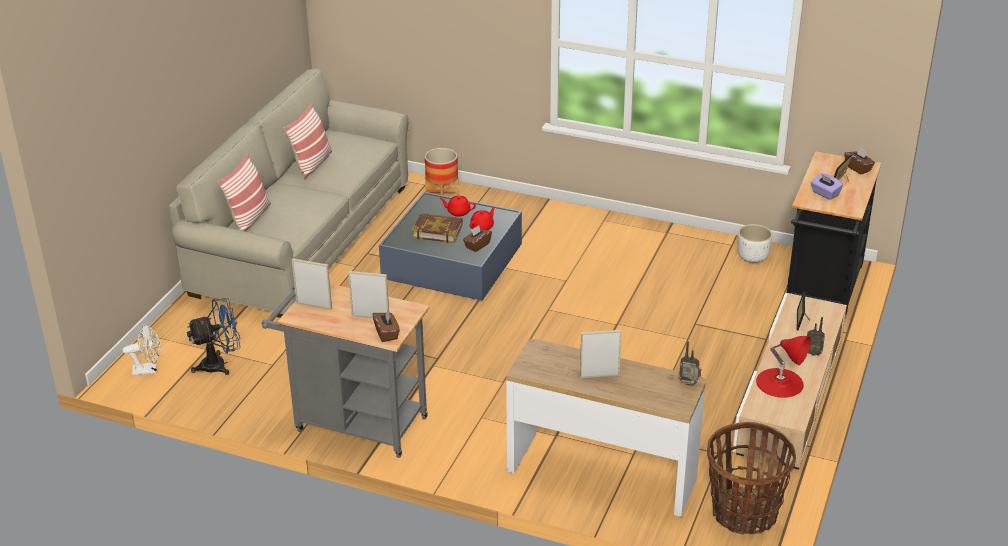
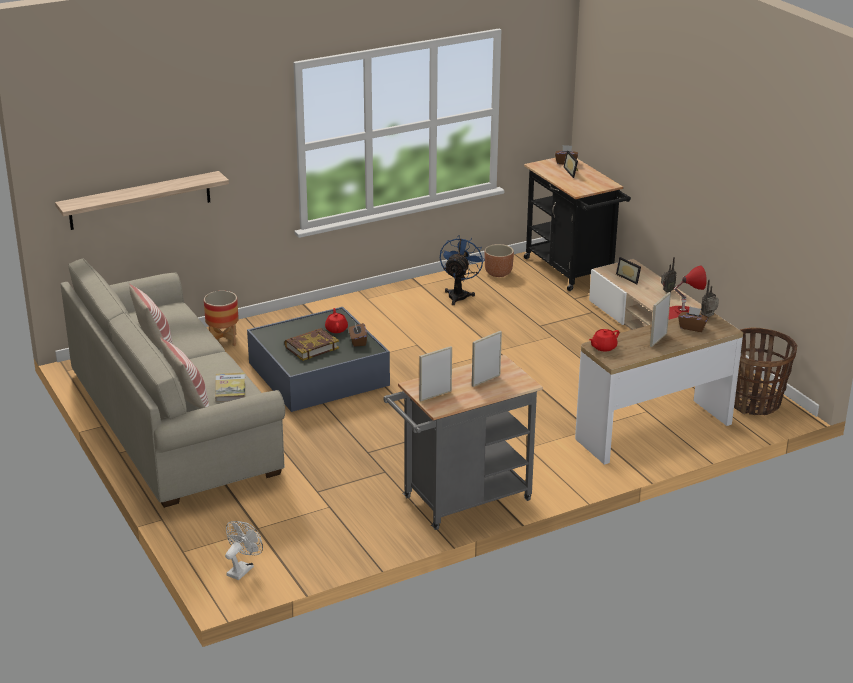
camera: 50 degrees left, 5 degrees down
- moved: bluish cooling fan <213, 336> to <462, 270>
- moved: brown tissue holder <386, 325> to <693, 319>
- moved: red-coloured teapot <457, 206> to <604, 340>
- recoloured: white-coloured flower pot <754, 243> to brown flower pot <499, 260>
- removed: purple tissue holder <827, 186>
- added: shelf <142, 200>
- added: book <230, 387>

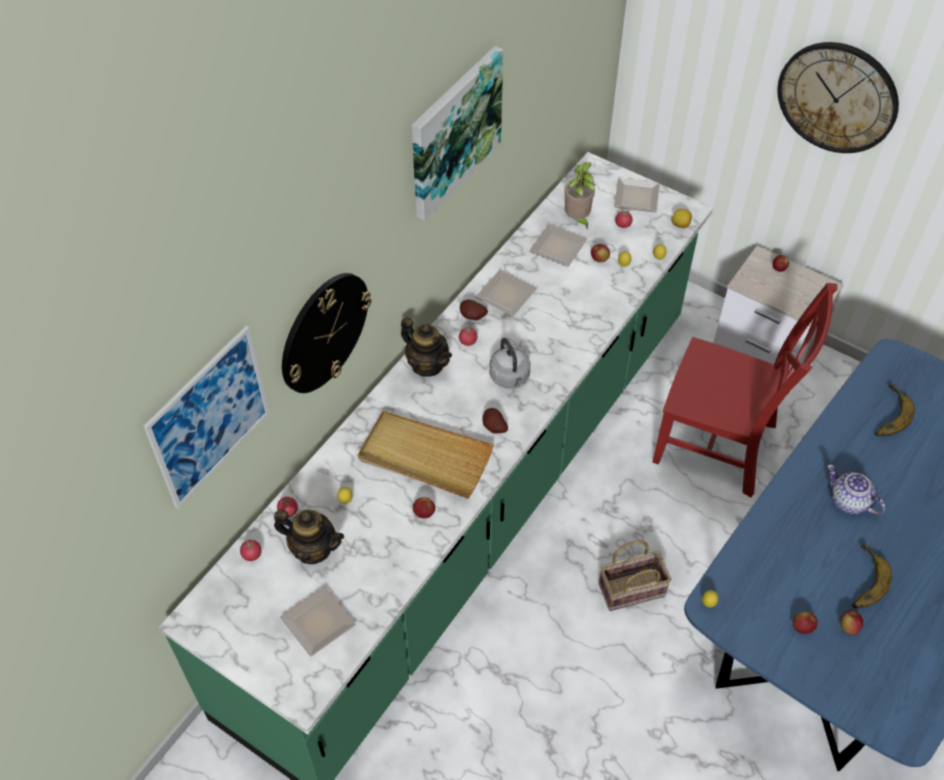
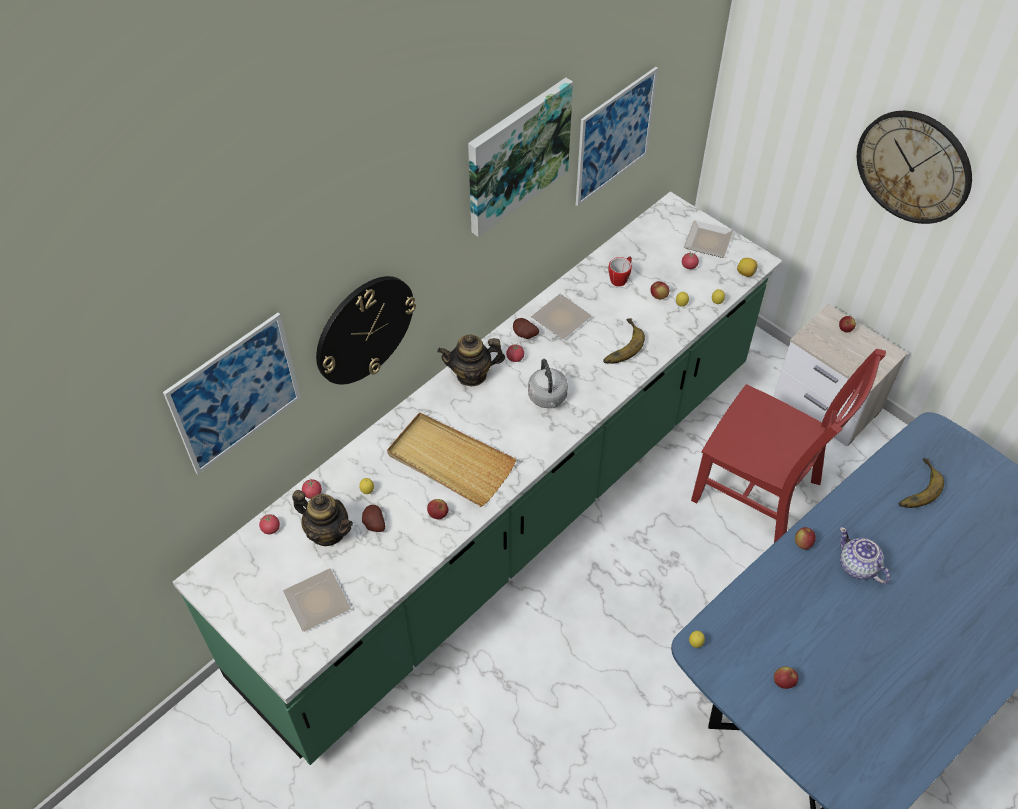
camera: 10 degrees right, 0 degrees up
- turned: teapot <426, 347> = <471, 361> 120 degrees clockwise
- moved: potato <495, 420> to <373, 518>
- replaced: flat dish <558, 245> to tea mug <620, 272>
- removed: plant in a pot <580, 195>
- removed: storage basket <635, 575>
- moved: whole apple <851, 622> to <805, 538>
- moved: banana <872, 576> to <624, 341>
- added: wall picture <617, 136>

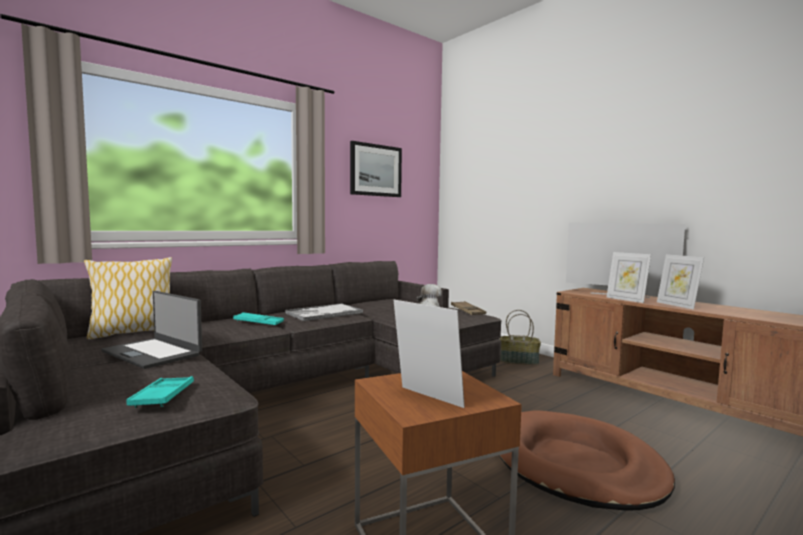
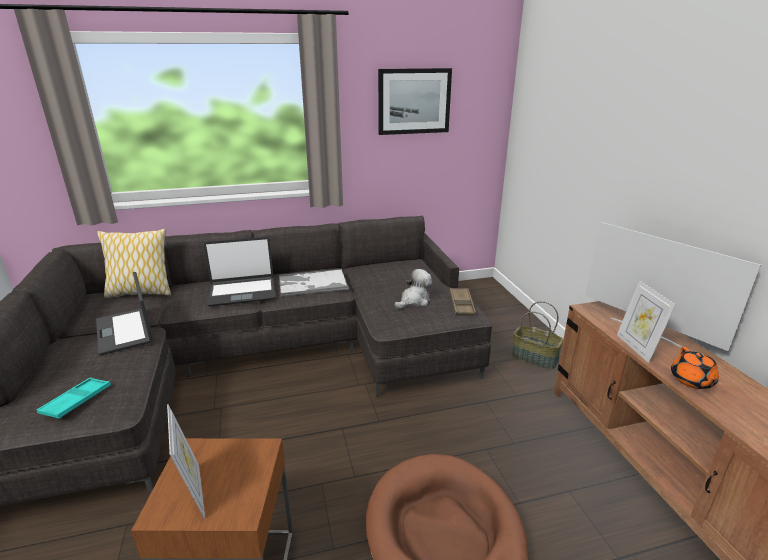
camera: 25 degrees right, 20 degrees up
- replaced: turquoise-coloured serving tray <258, 318> to notebook computer <240, 272>
- replaced: photo frame <680, 282> to orange-coloured teapot <695, 368>

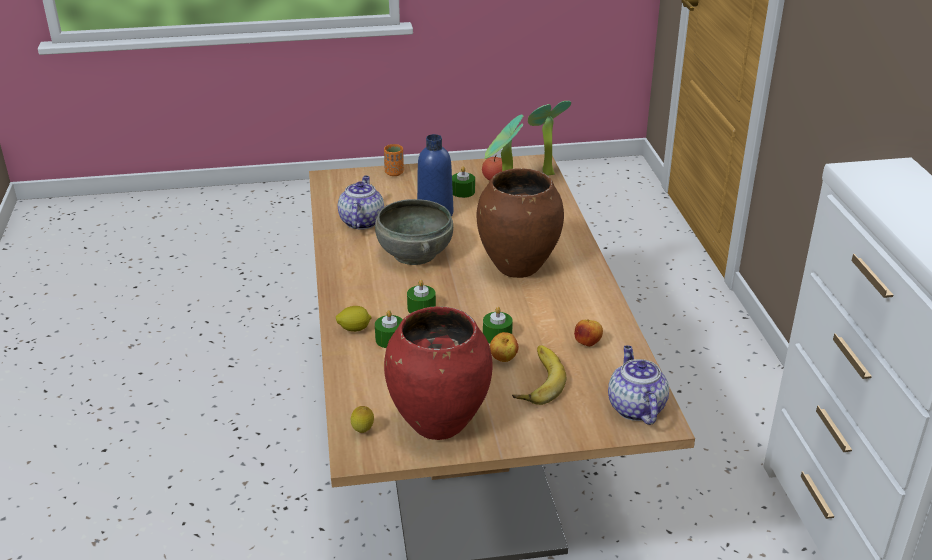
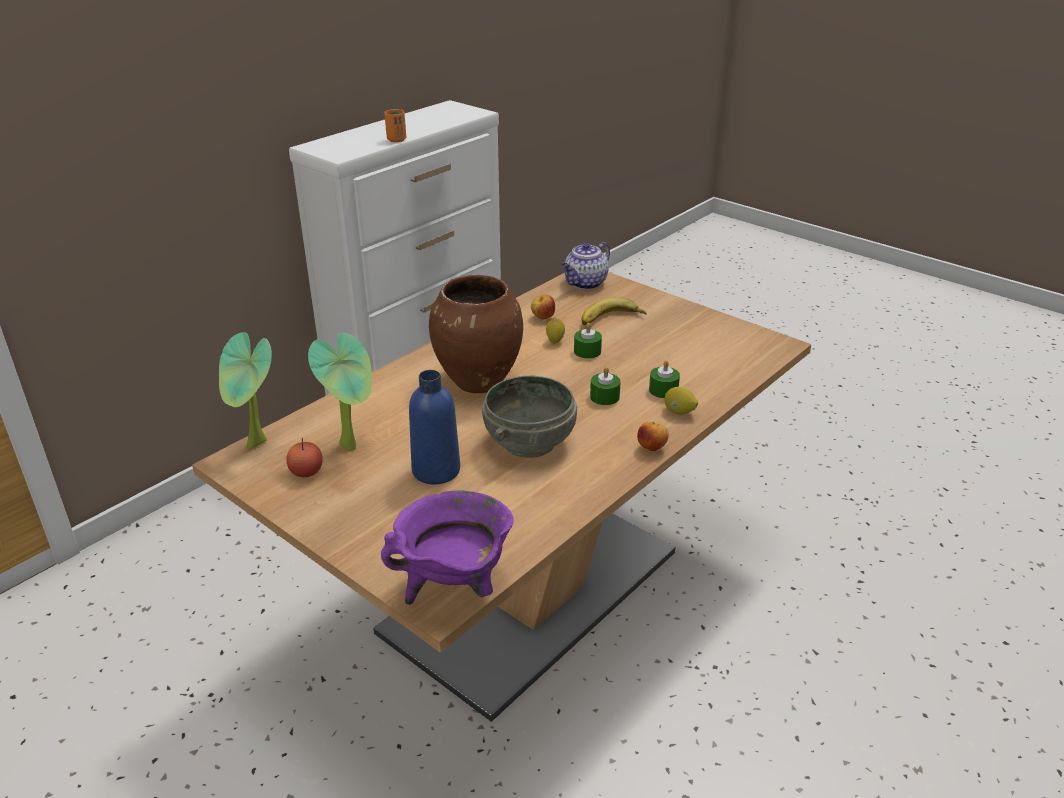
camera: 130 degrees left, 0 degrees up
- removed: teapot <361, 202>
- moved: lemon <362, 419> to <555, 330>
- moved: orange-coloured small cup <394, 160> to <395, 125>
- removed: red-coloured flower vase <438, 373>
- removed: greenish wax light <463, 182>
- moved: whole apple <504, 347> to <653, 436>
- added: purple cooking pot <447, 548>

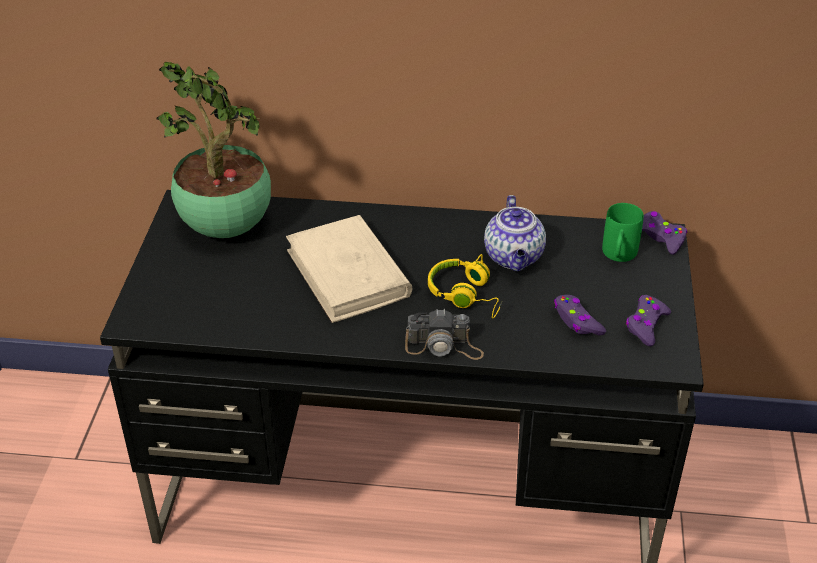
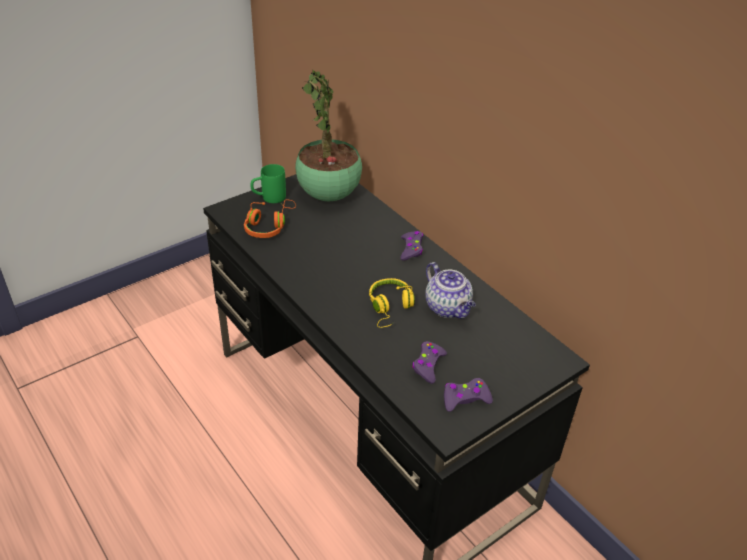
camera: 45 degrees right, 0 degrees up
- removed: beige book <349, 269>
- removed: photo camera <444, 334>
- turned: teapot <515, 233> = <450, 290> 75 degrees counterclockwise
- moved: greenish tea mug <623, 232> to <268, 183>
- moved: purple joypad <664, 233> to <411, 246>
- added: orange-coloured headset <270, 219>

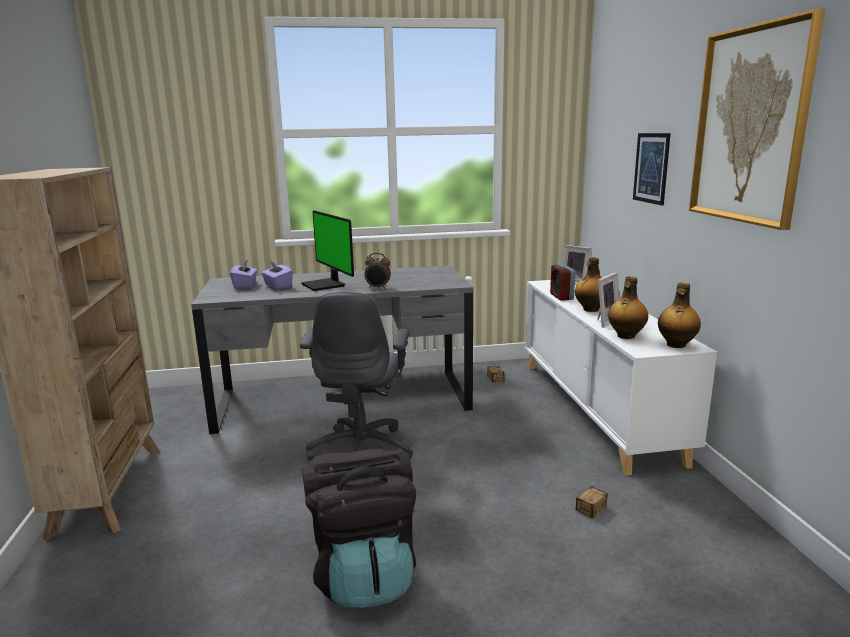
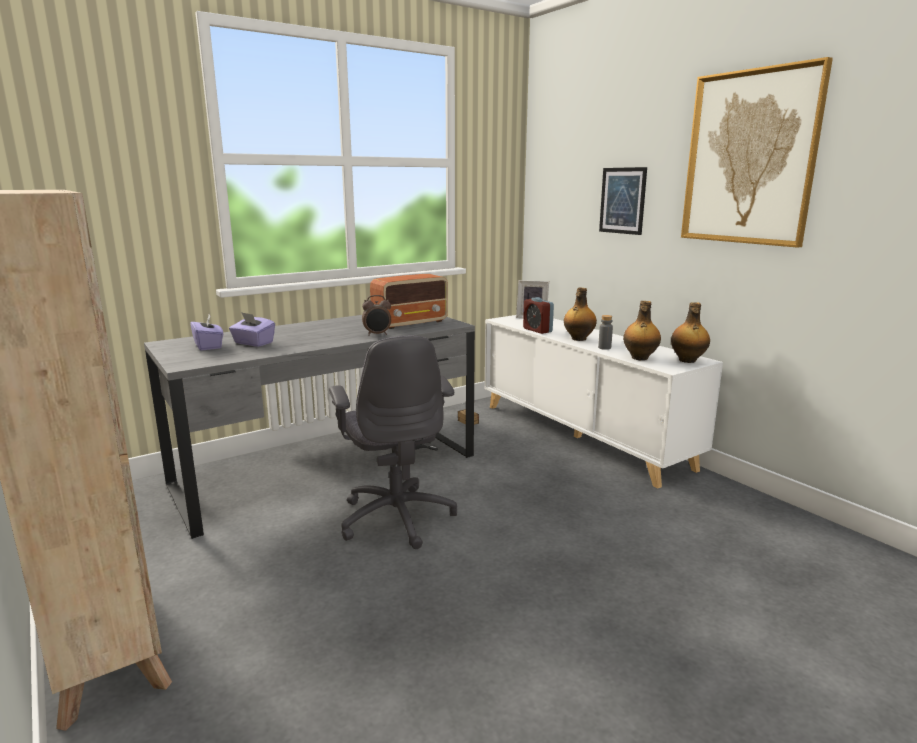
camera: 25 degrees left, 0 degrees up
- removed: computer screen <327, 250>
- removed: blackish rucksack <359, 528>
- removed: storage container <590, 502>
- replaced: photo frame <608, 300> to greyish drink bottle <605, 332>
- added: radio receiver <409, 301>

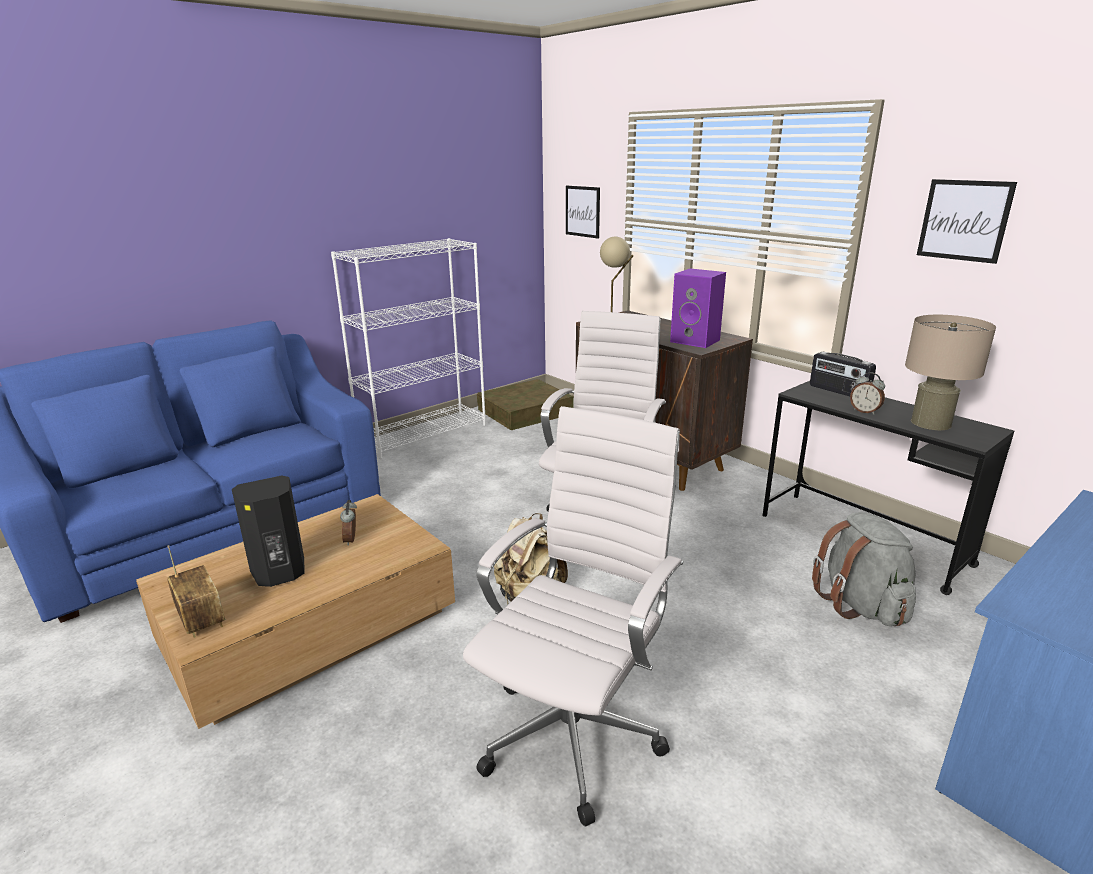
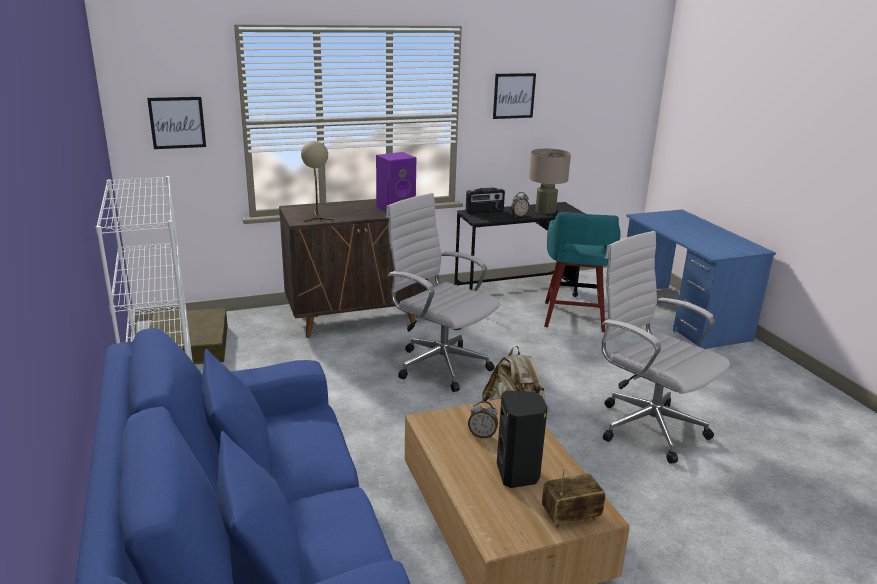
camera: 70 degrees left, 0 degrees up
- replaced: greyish rucksack <864, 569> to turquoise-coloured sitting stool <582, 272>

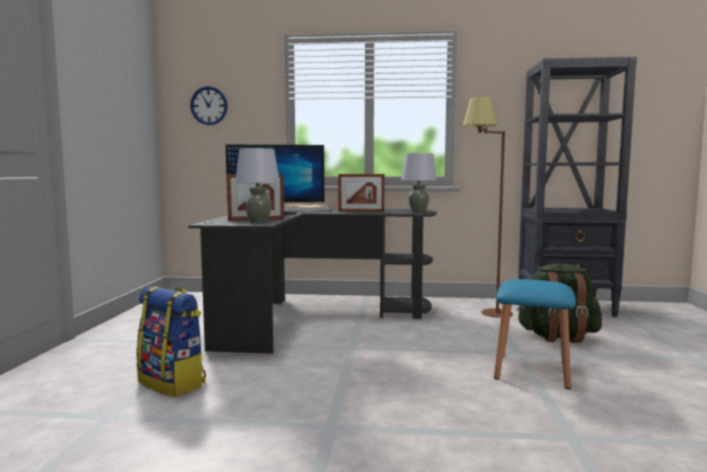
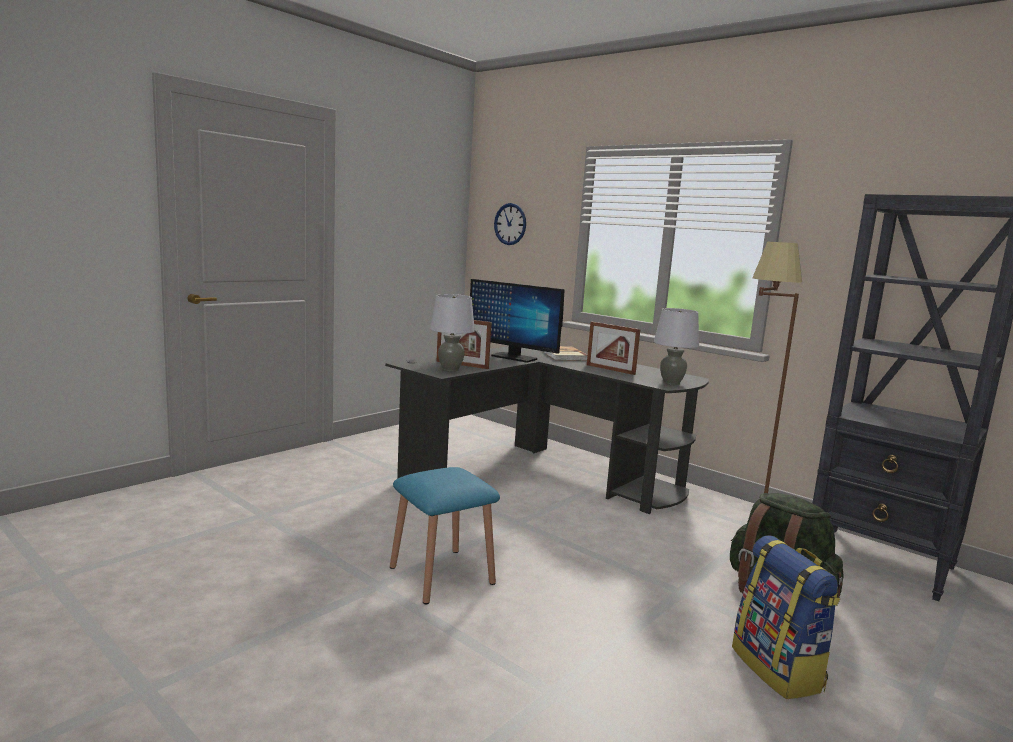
camera: 35 degrees right, 5 degrees up
- moved: rucksack <171, 341> to <786, 617>
- moved: bluish sitting stool <535, 334> to <445, 535>

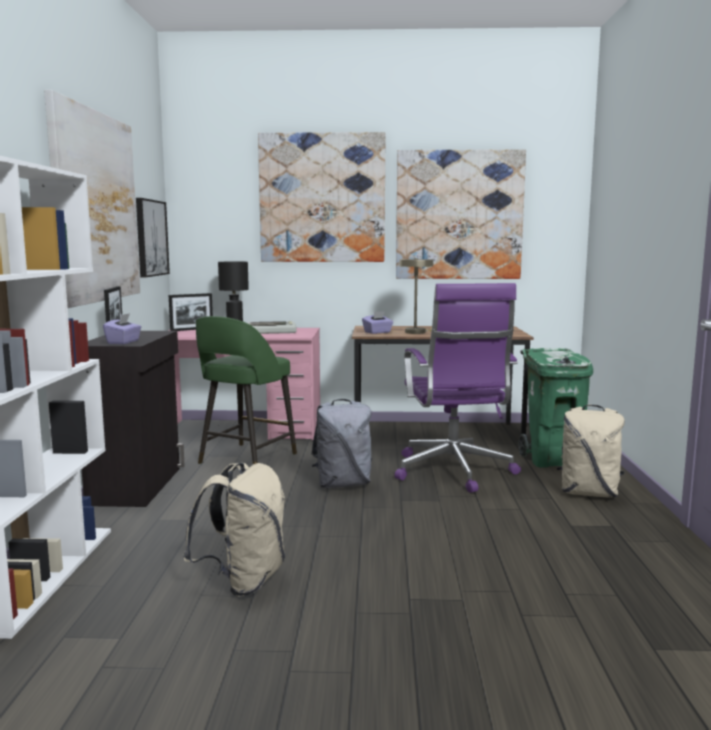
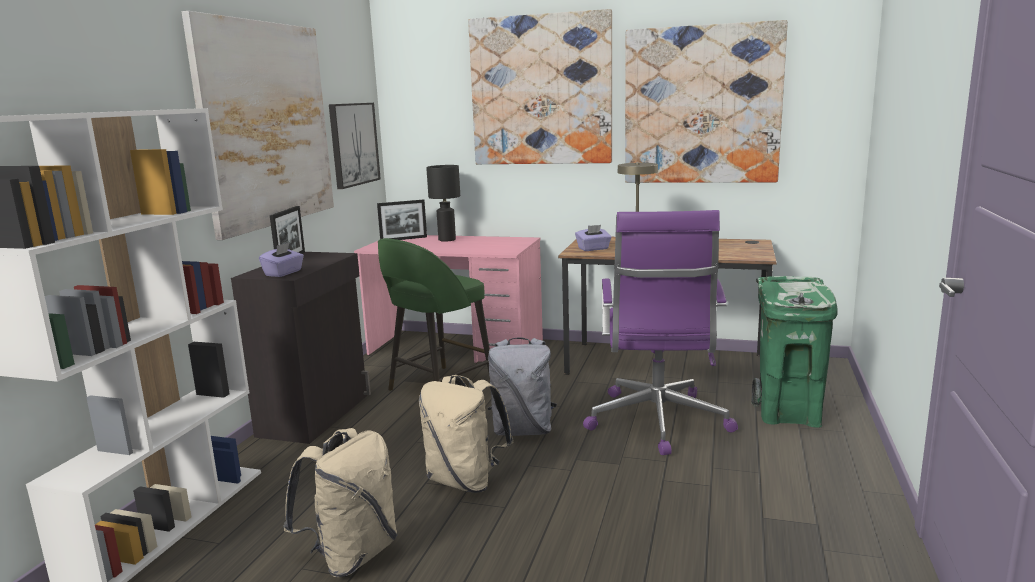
camera: 15 degrees right, 5 degrees up
- removed: computer keyboard <272, 327>
- moved: beige rucksack <591, 451> to <466, 434>

